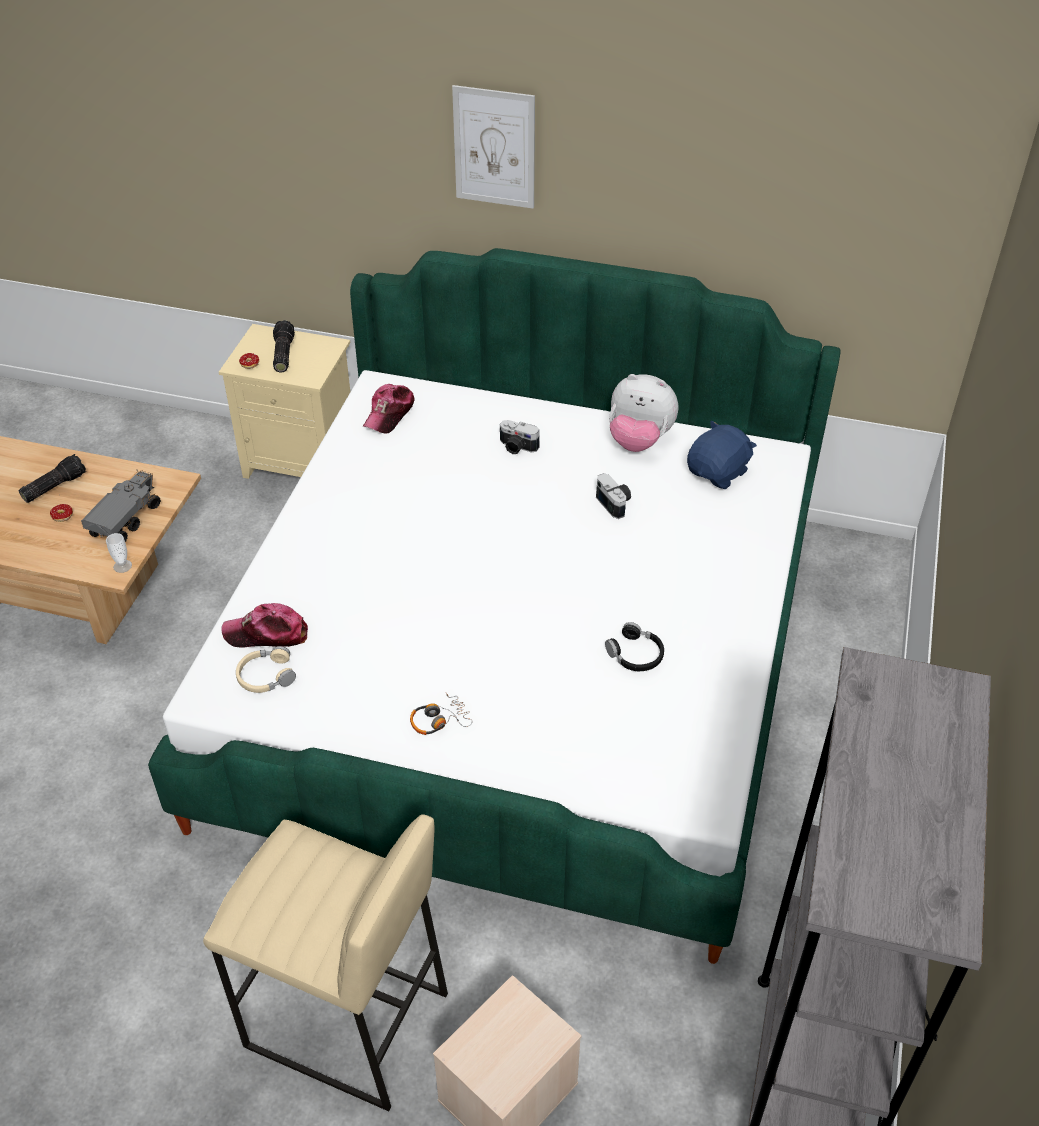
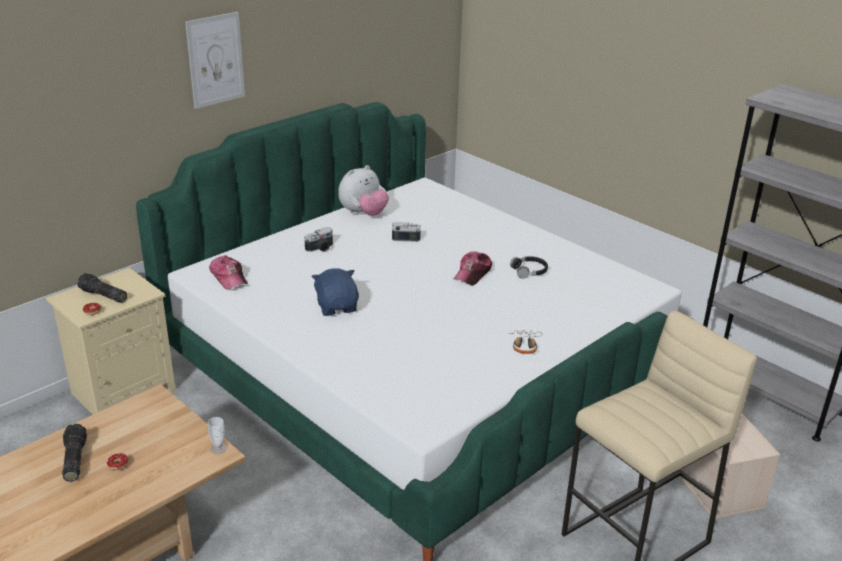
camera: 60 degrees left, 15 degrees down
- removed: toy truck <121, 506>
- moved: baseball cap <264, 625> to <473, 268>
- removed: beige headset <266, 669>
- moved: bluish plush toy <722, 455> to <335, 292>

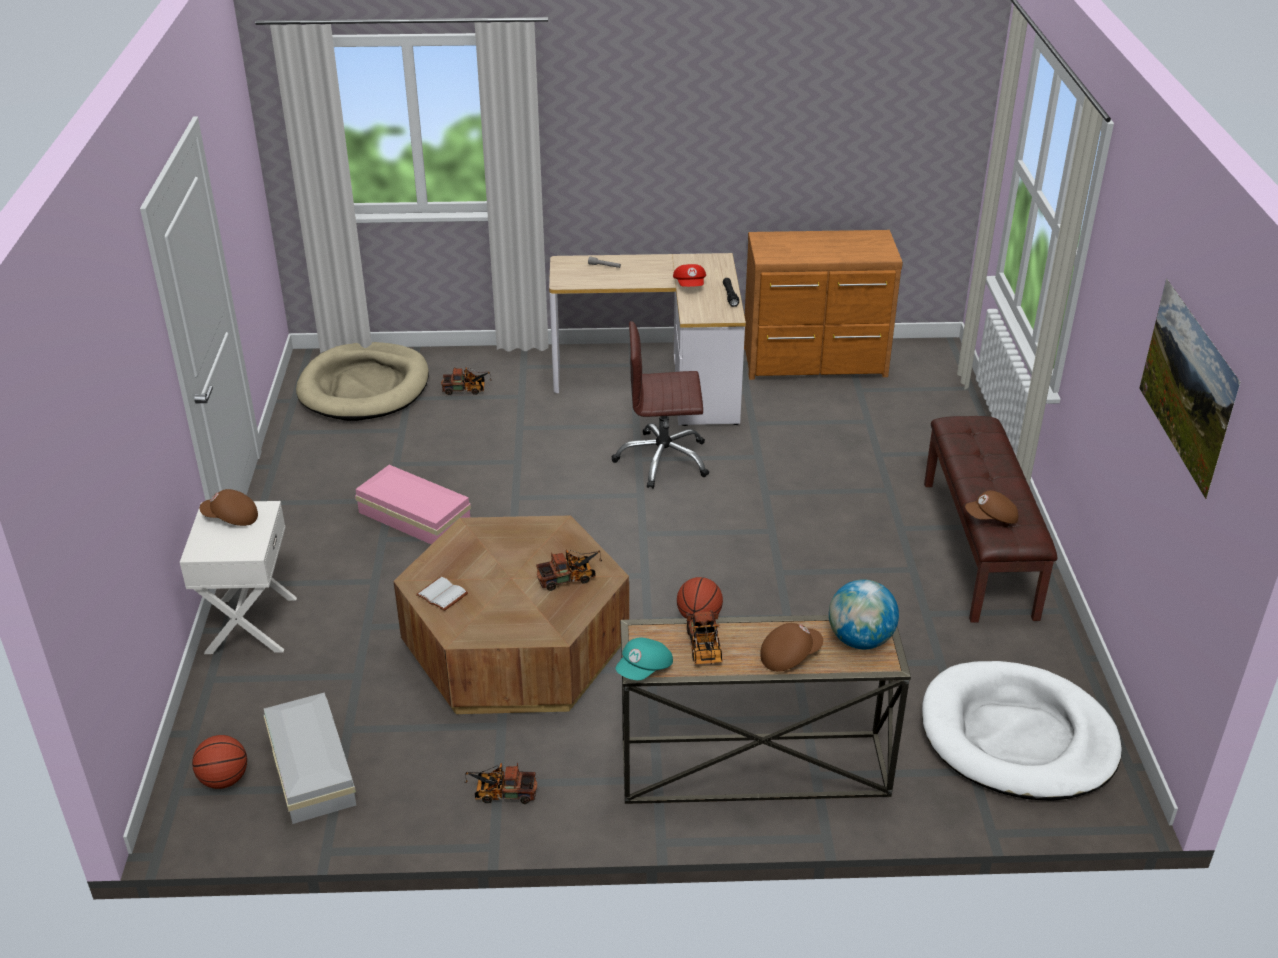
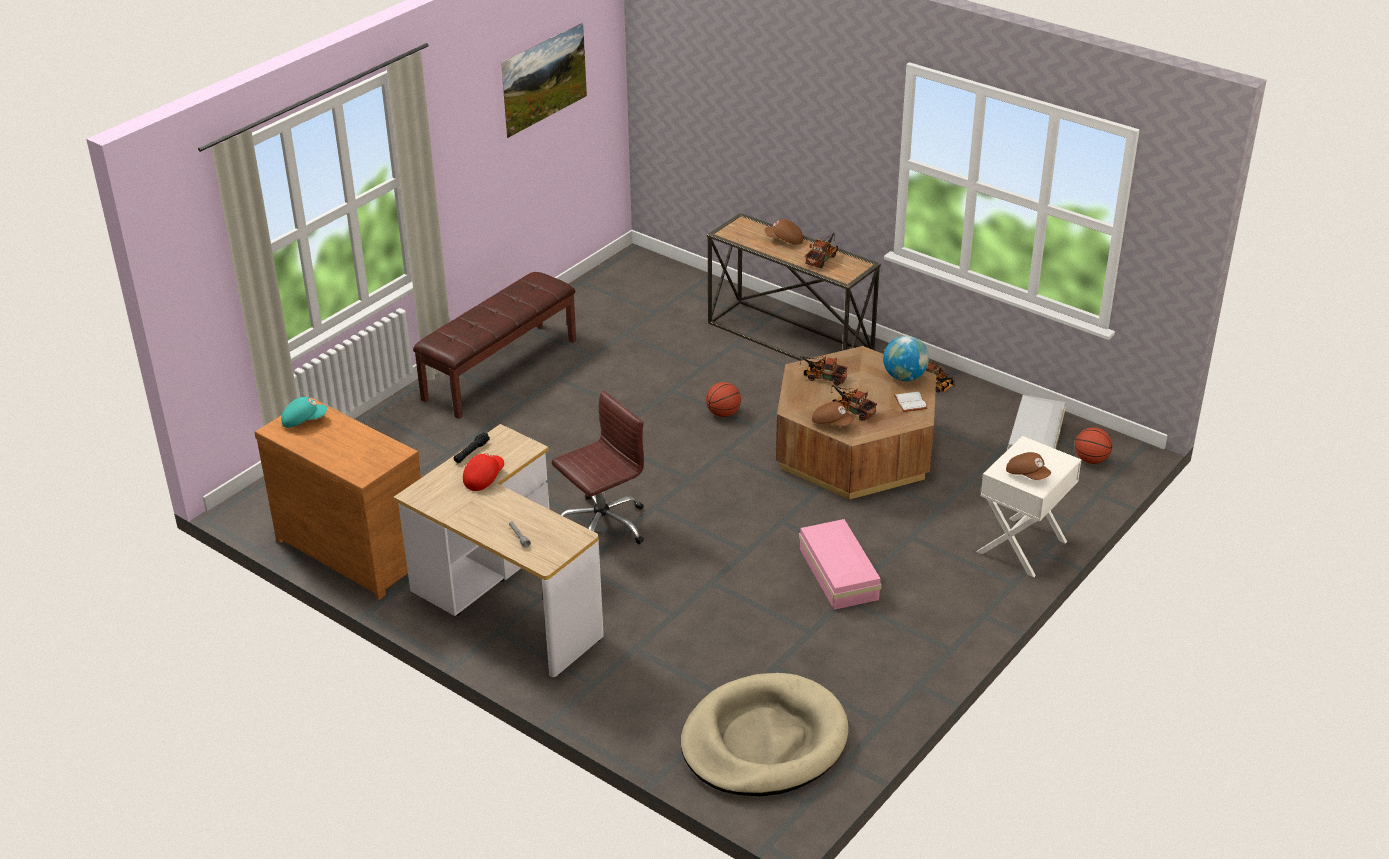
camera: 140 degrees left, 0 degrees up
- moved: toy truck <466, 381> to <853, 403>
- turned: brown computer chair <660, 405> = <598, 467> 75 degrees counterclockwise
- moved: turquoise-coloured baseball cap <644, 659> to <304, 412>
- moved: globe <864, 614> to <906, 358>
- removed: white-coloured pet bed <1022, 731>
- moved: brown baseball cap <991, 507> to <833, 414>

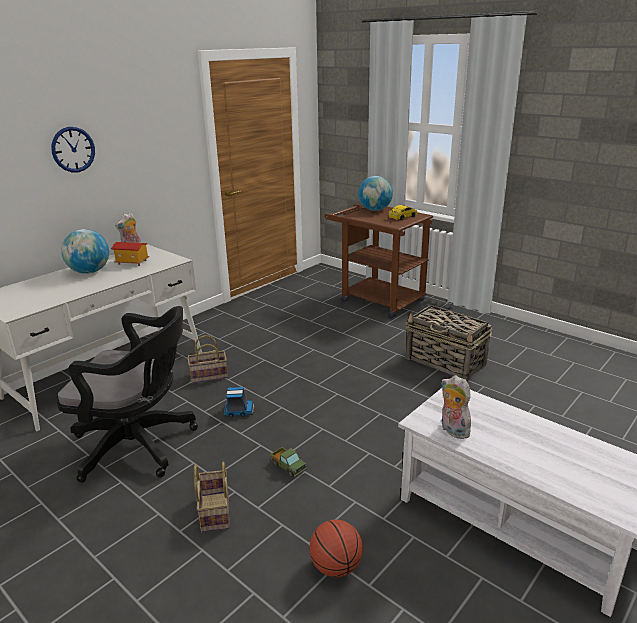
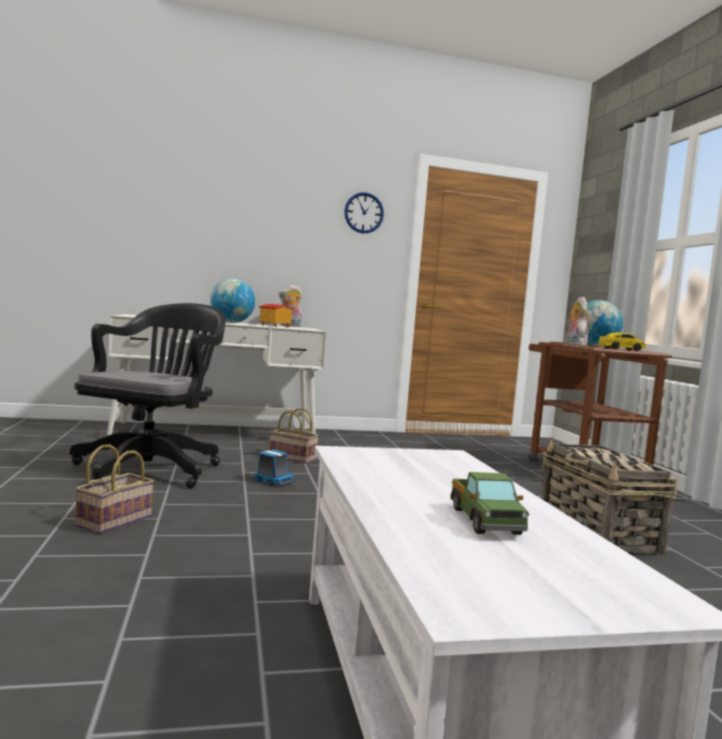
camera: 35 degrees right, 20 degrees down
- moved: hanging clock <73, 149> to <364, 212>
- turned: blackish computer chair <127, 394> = <148, 396> 120 degrees counterclockwise
- moved: toy truck <288, 462> to <490, 503>
- removed: ball for basketball <336, 548>
- moved: plush toy <456, 407> to <577, 321>

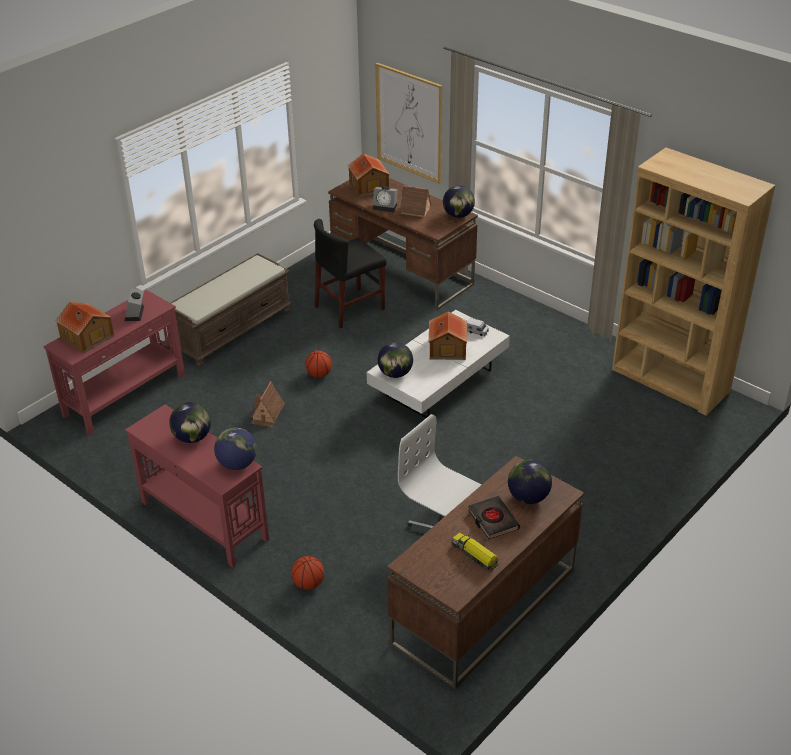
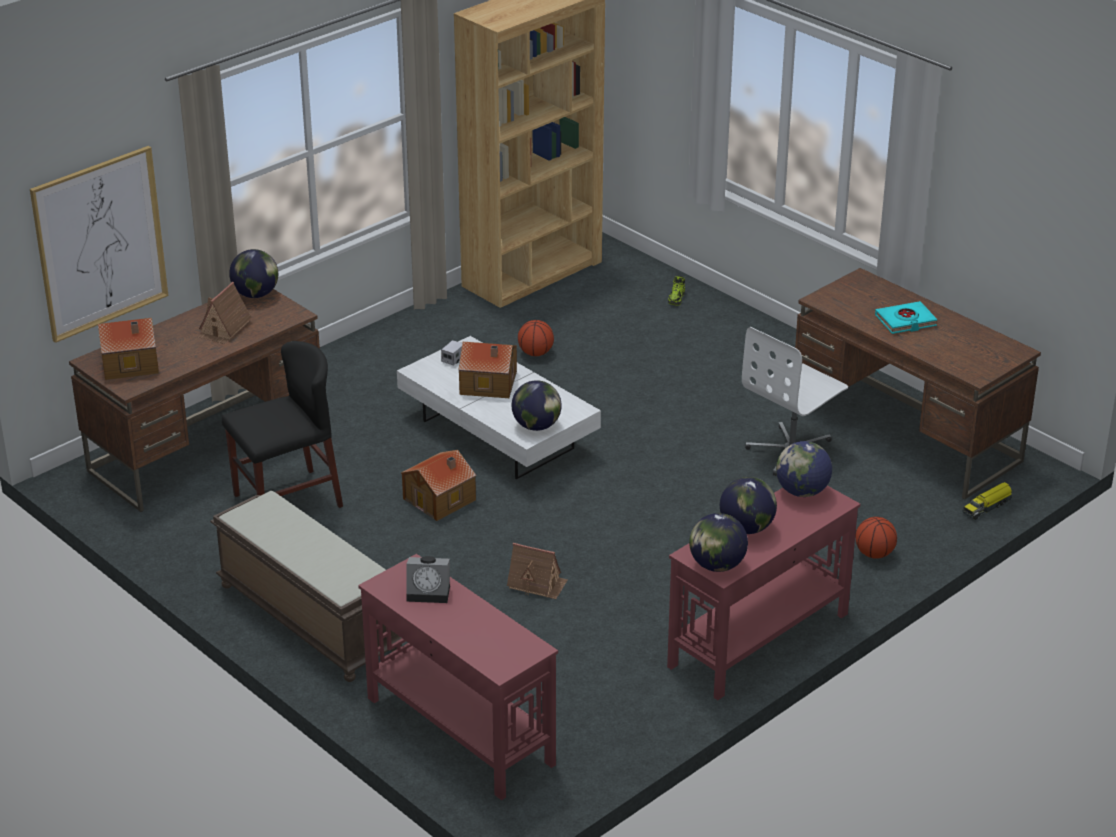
camera: 85 degrees left, 5 degrees down
- moved: model house <85, 328> to <438, 485>
- moved: ball for basketball <318, 364> to <536, 338>
- turned: blackish plain chair <350, 273> = <282, 424> 90 degrees counterclockwise
- removed: alarm clock <385, 199>
- moved: toy truck <475, 552> to <987, 501>
- recoloured: blackish book <494, 518> to turquoise-coloured book <906, 317>
- moved: globe <530, 482> to <718, 542>
- added: low shoe <676, 291>

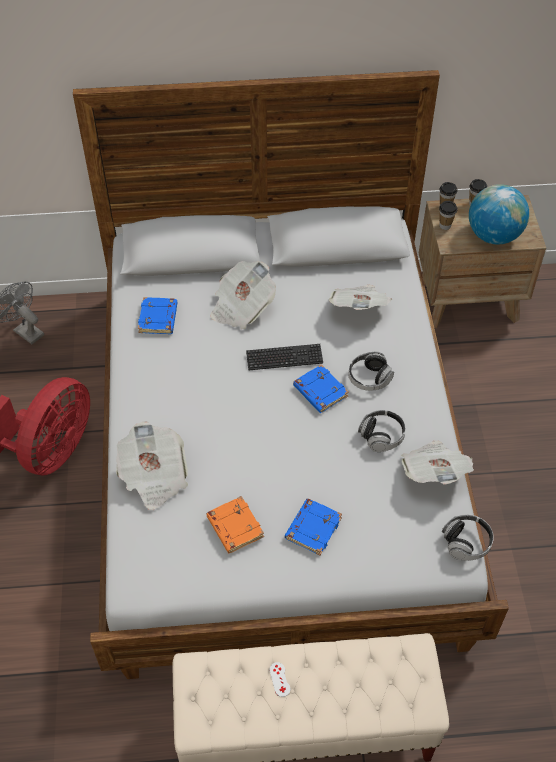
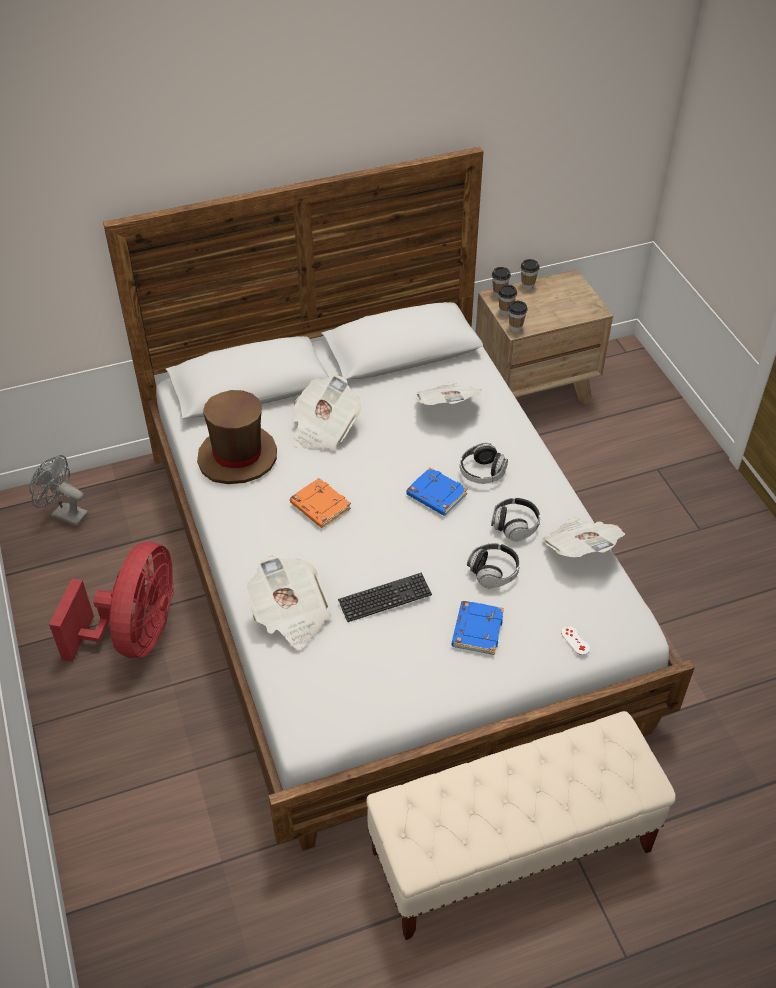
camera: 15 degrees left, 5 degrees down
- replaced: bluish book <157, 315> to brown wearable hat <237, 437>
- moved: orange-coloured book <235, 524> to <320, 503>
- moved: computer keyboard <284, 357> to <385, 597>
- moved: white-coloured joypad <279, 679> to <575, 640>
- moved: headset <468, 538> to <493, 565>
- removed: globe <499, 214>
- added: small cup <518, 317>

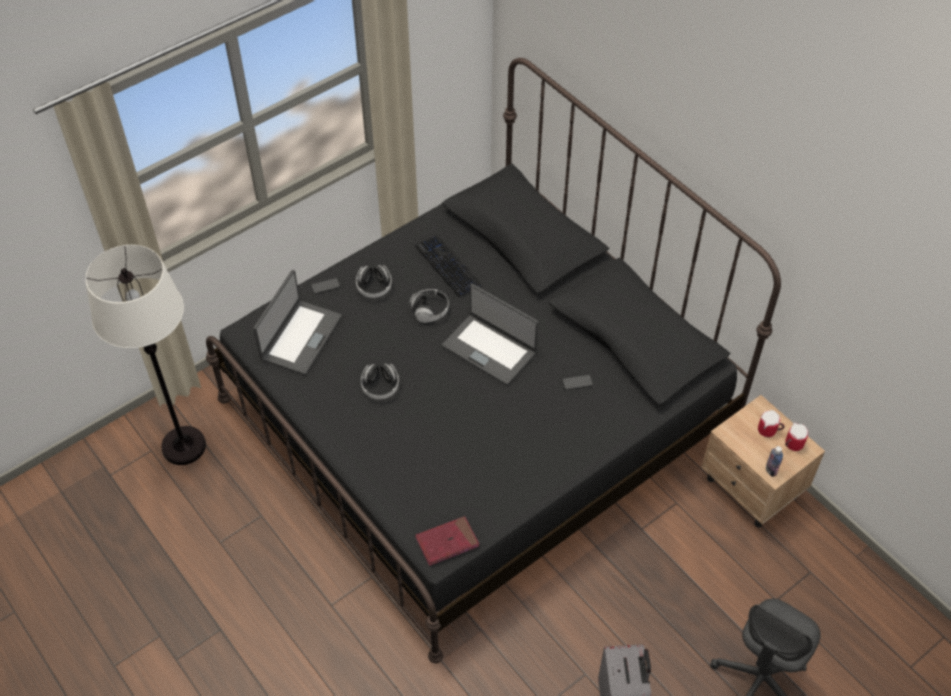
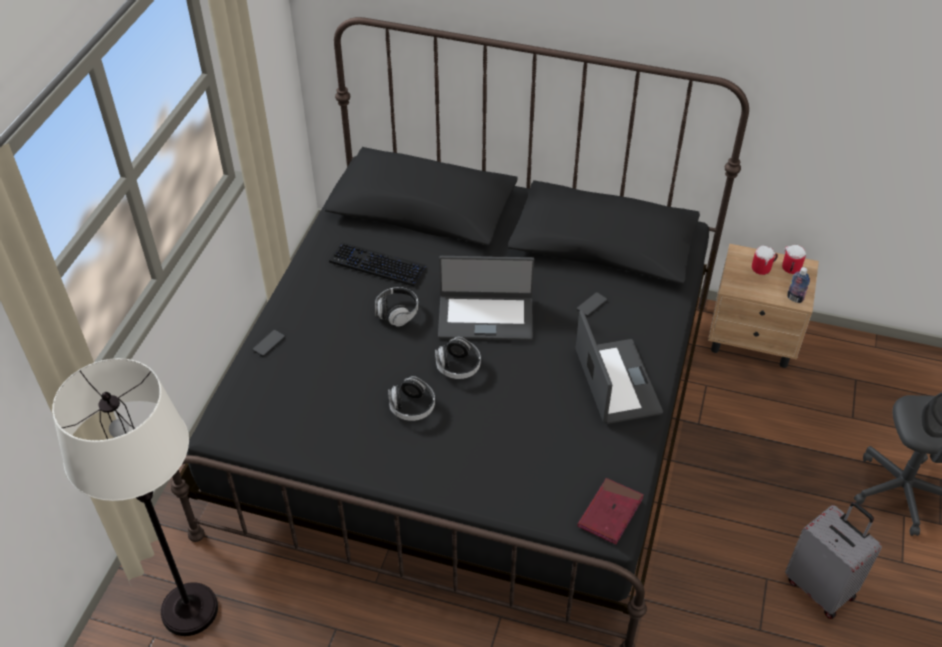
camera: 35 degrees left, 5 degrees down
- moved: notebook computer <297, 322> to <619, 367>
- moved: headset <374, 281> to <458, 358>

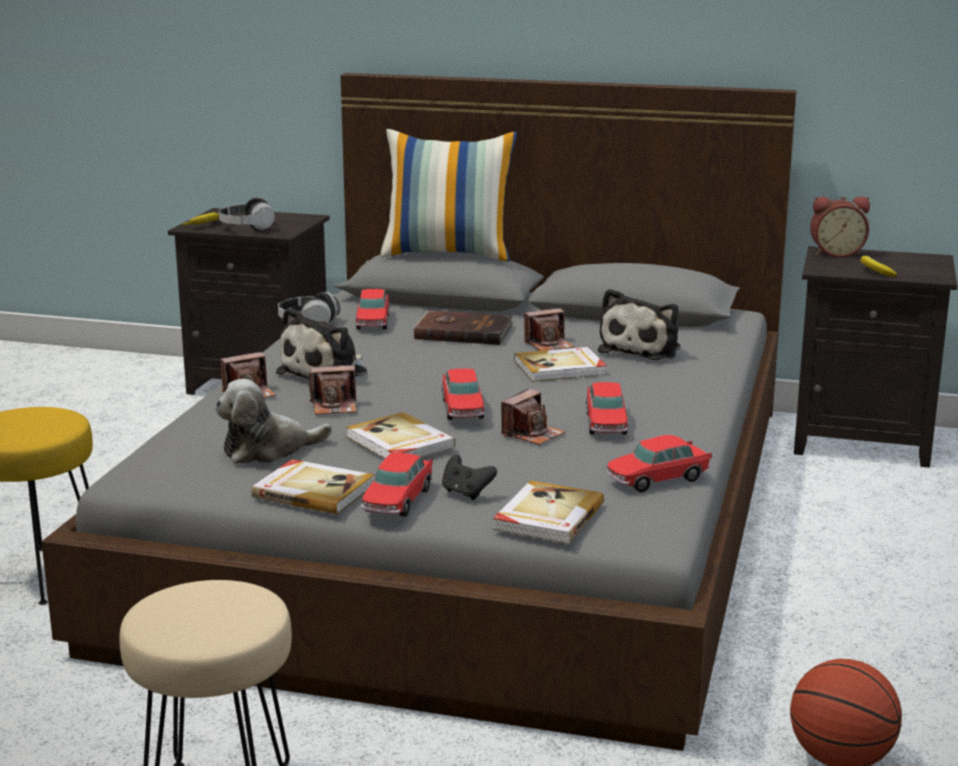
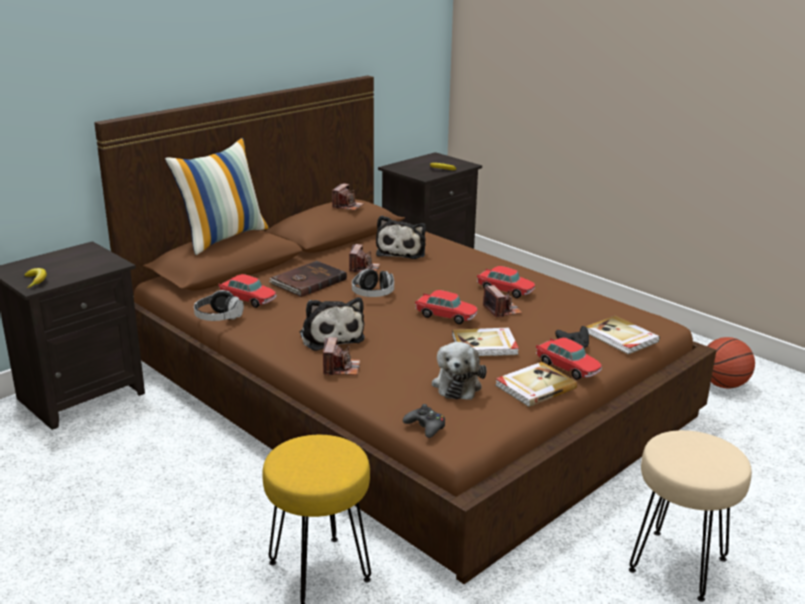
camera: 60 degrees left, 5 degrees up
- recoloured: greyish bed <419, 412> to brown bed <405, 330>
- moved: headset <247, 213> to <373, 283>
- moved: photo camera <332, 390> to <348, 196>
- removed: book <560, 364>
- turned: plush toy <639, 324> = <401, 237> 45 degrees clockwise
- removed: model car <659, 463>
- removed: alarm clock <840, 227>
- added: blackish joypad <424, 421>

